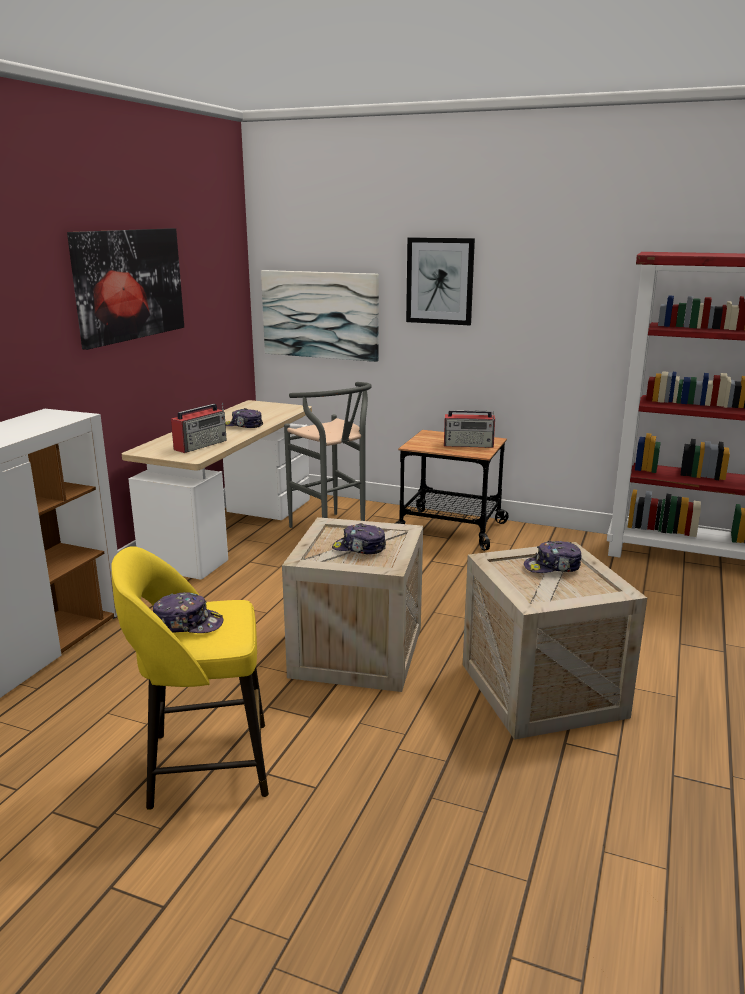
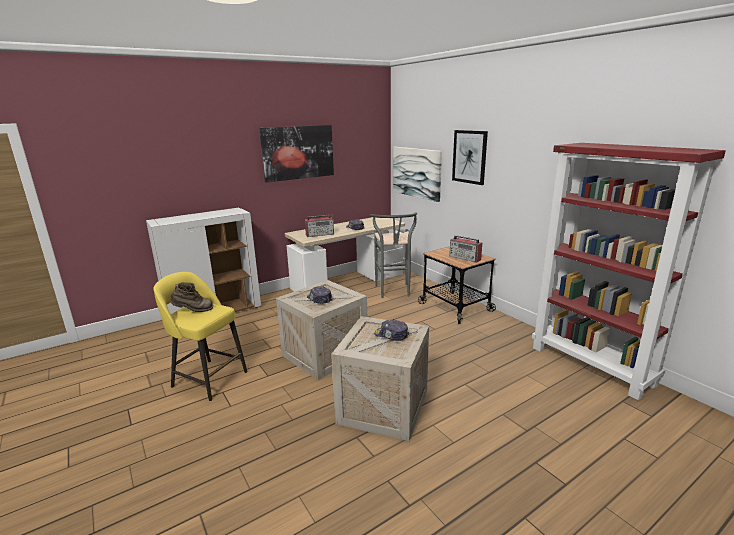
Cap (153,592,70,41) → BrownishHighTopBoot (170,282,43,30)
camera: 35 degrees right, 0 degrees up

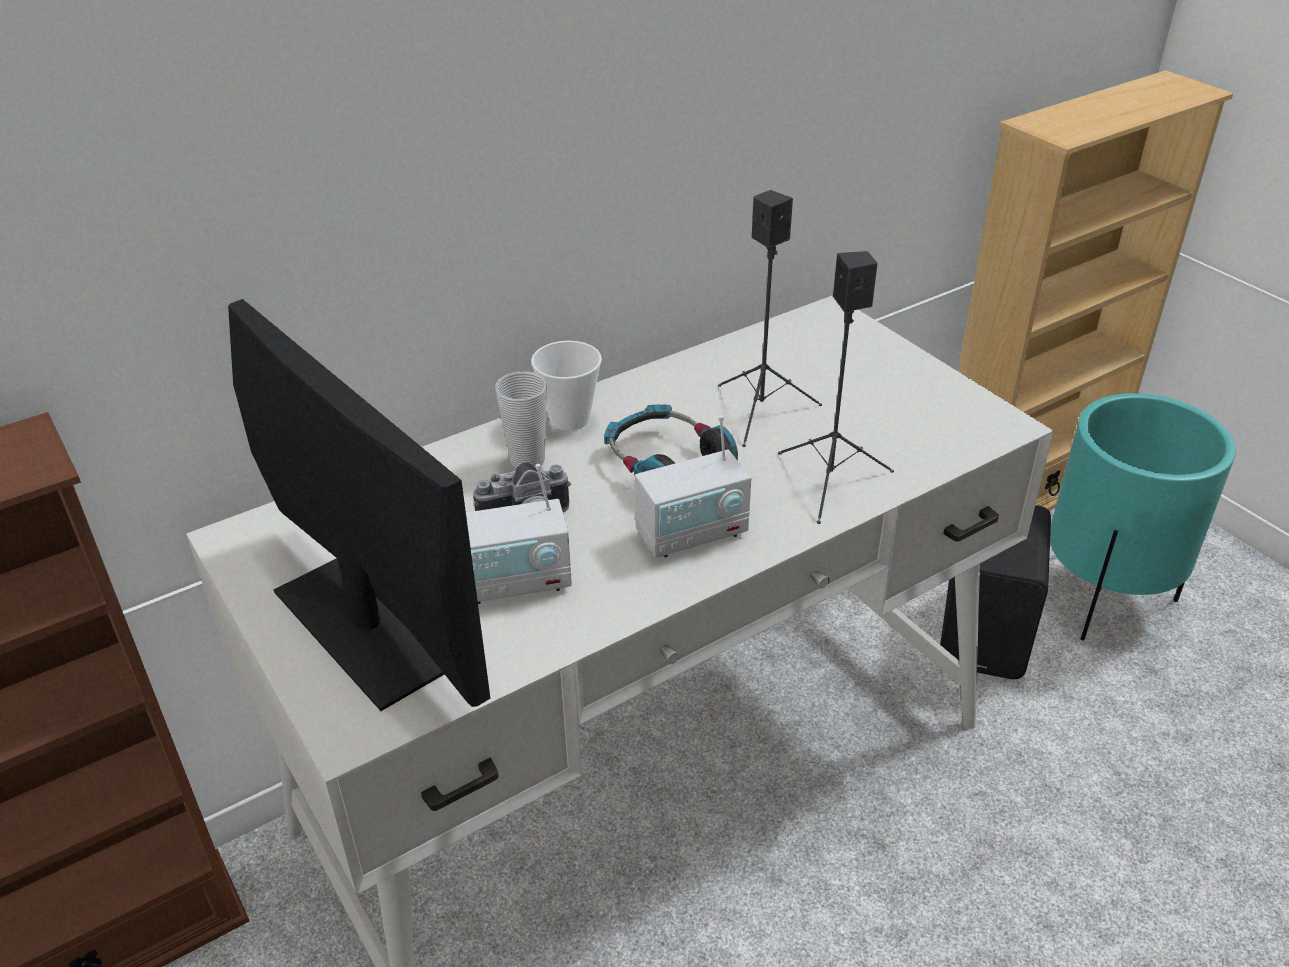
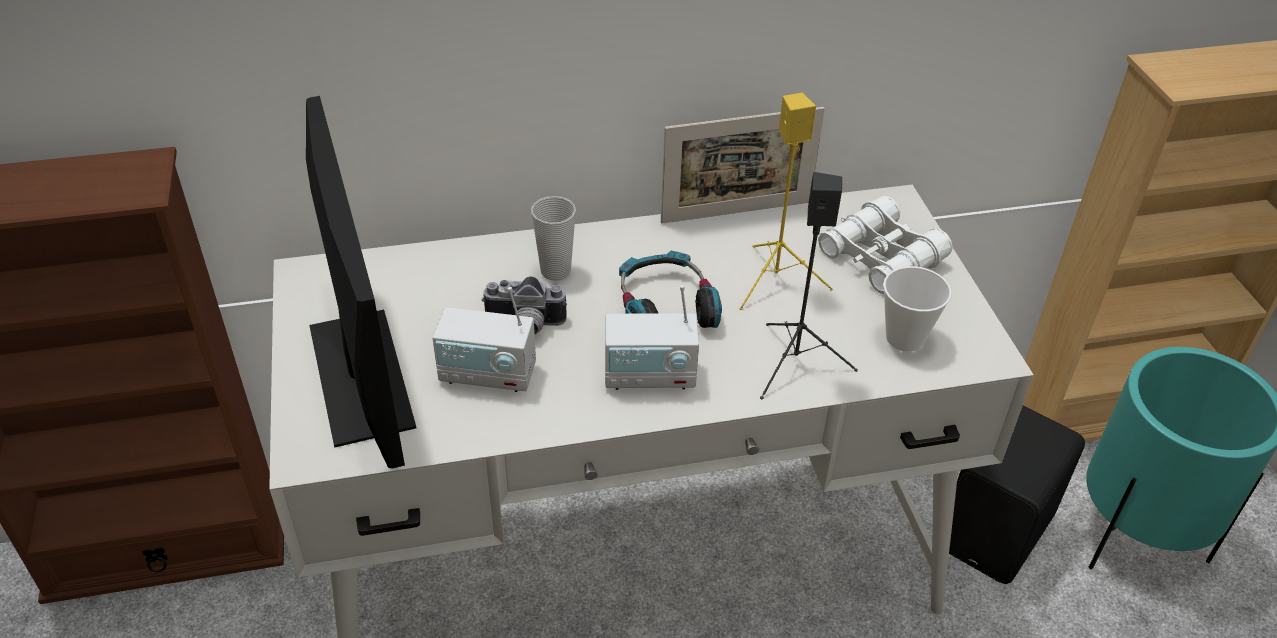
SmallCup (531,341,71,90) → SmallCup (883,266,69,86), move
BlackAudioSpeaker (718,190,104,257) → YellowAudioSpeaker (739,93,94,217)
- → PictureFrame (661,107,164,117)
- → WhiteBinoculars (818,196,135,99)
camera: 20 degrees right, 5 degrees up

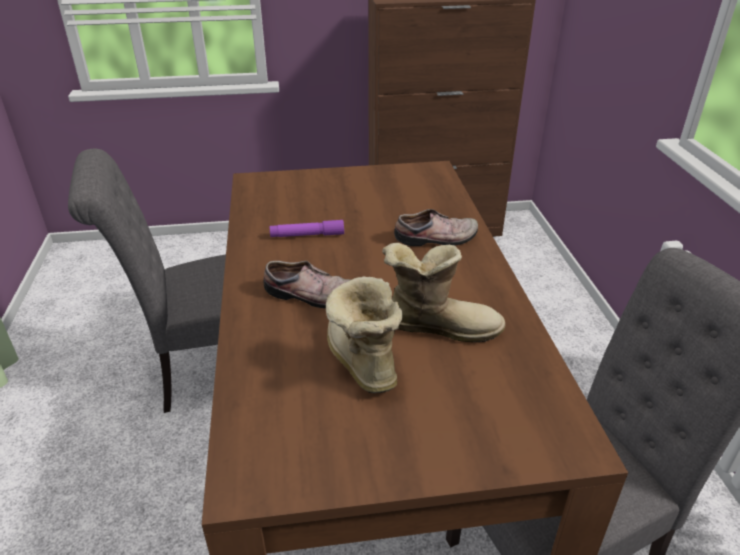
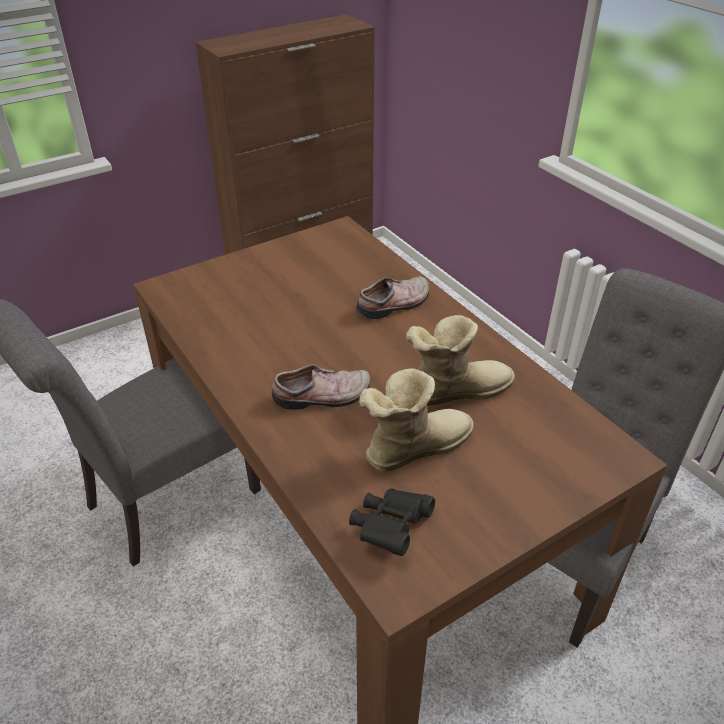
PurplishHandTorch (270,220,74,17) → -
HighTopBoot (326,276,77,117) → HighTopBoot (359,368,115,104), 105 degrees clockwise
- → BlackBinoculars (349,489,86,67)
camera: 25 degrees left, 5 degrees up

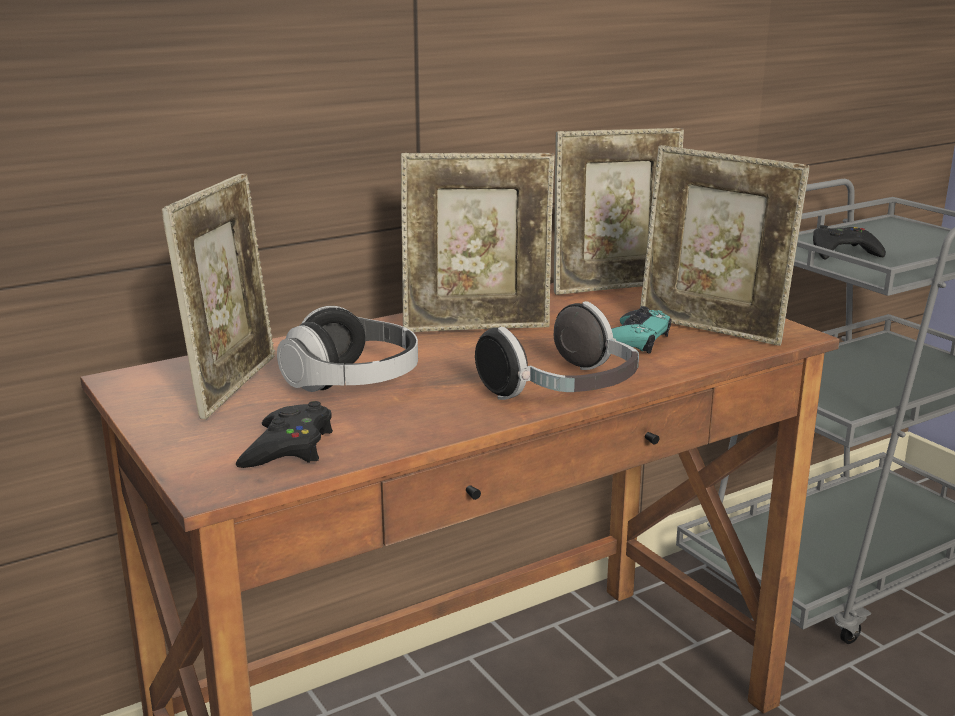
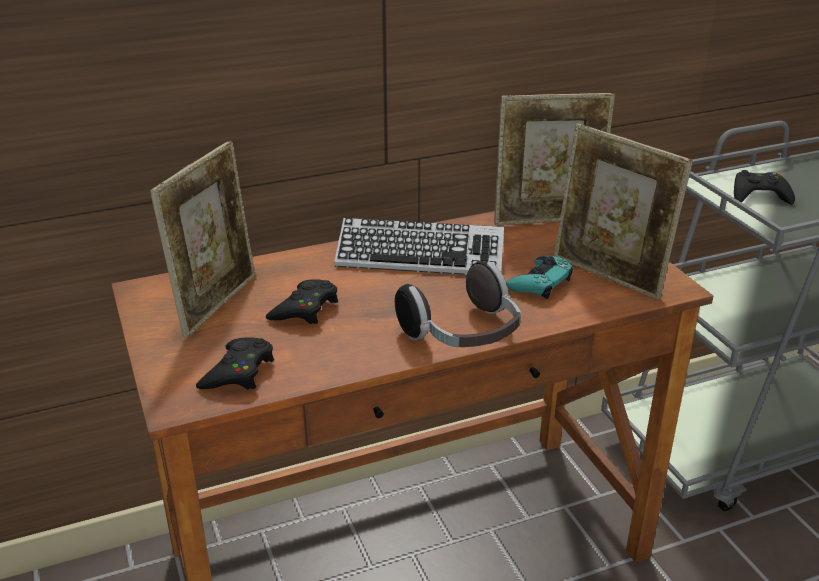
Headphones (277,306,141,86) → BlackJoypad (266,279,72,45)
PictureFrame (401,153,154,179) → ComputerKeyboard (334,218,170,57)
camera: 10 degrees right, 10 degrees up

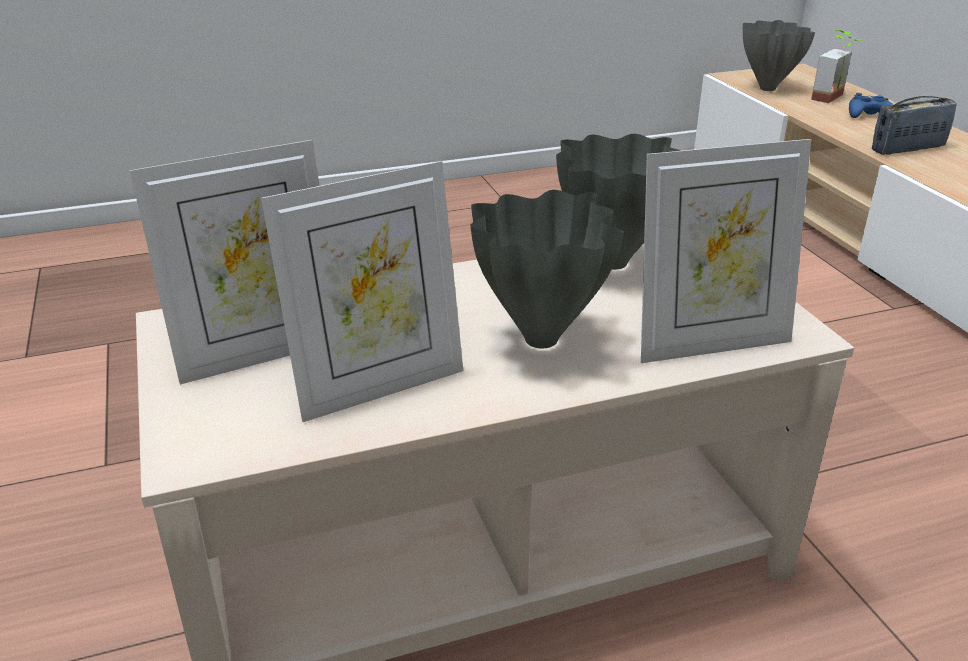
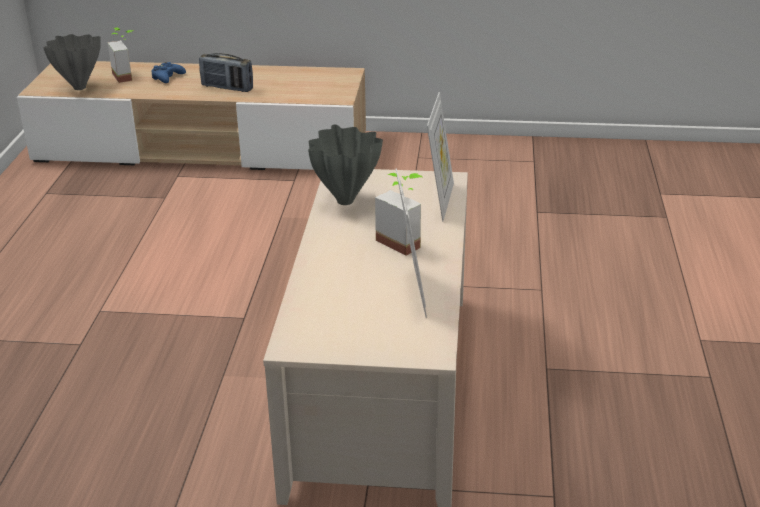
PictureFrame (130,140,190,245) → -
GreyishFlowerVase (470,190,154,158) → PlantInAPot (375,173,49,83)
RadioReceiver (872,96,85,59) → RadioReceiver (199,53,54,39), 75 degrees counterclockwise
camera: 65 degrees left, 0 degrees up

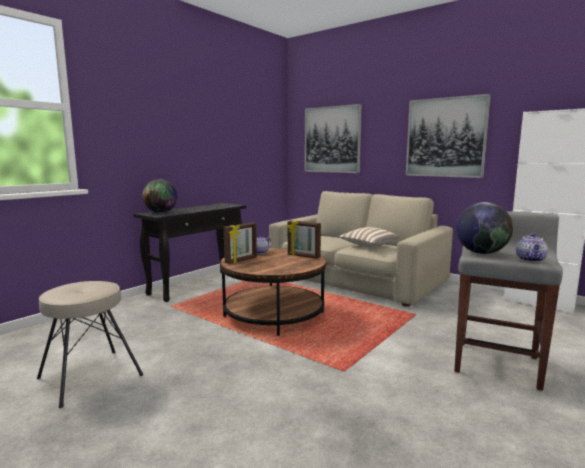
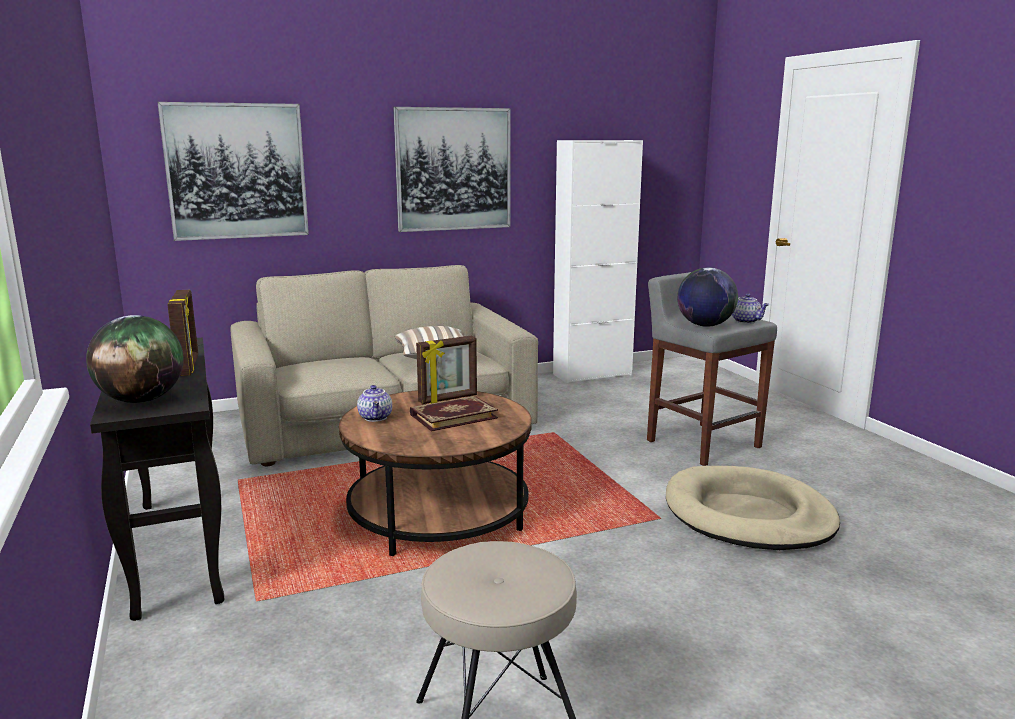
PictureFrame (224,223,33,41) → PictureFrame (167,290,31,86), move
- → Volume (410,396,88,36)
- → BeigeDogCushion (666,466,174,84)
camera: 60 degrees left, 5 degrees up

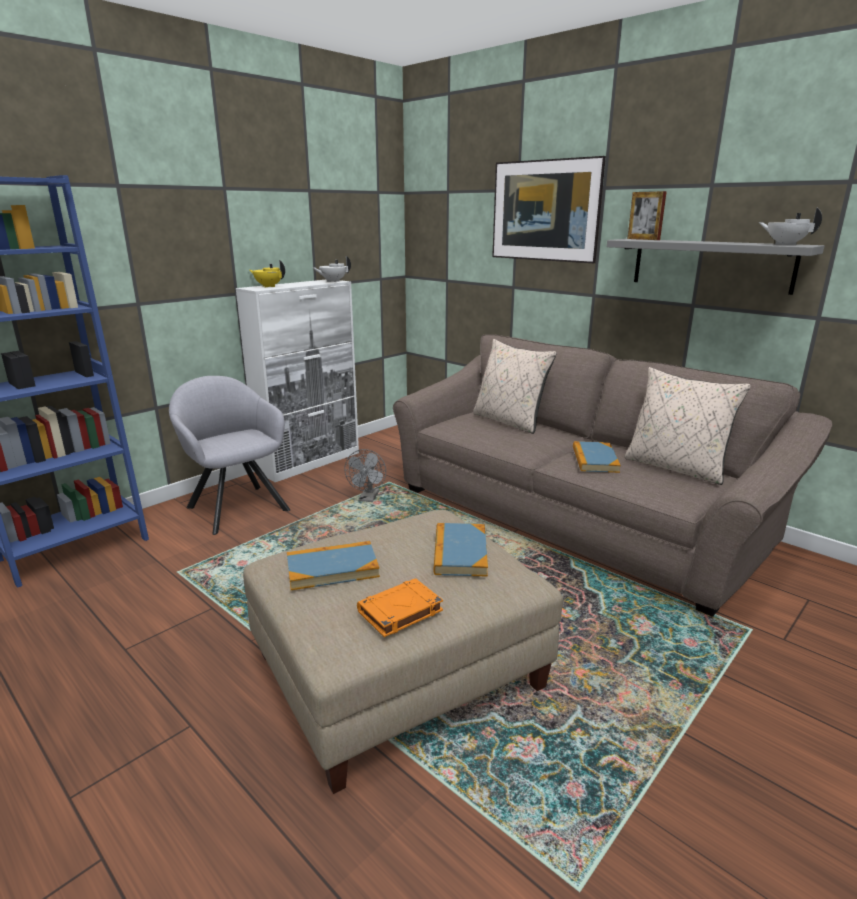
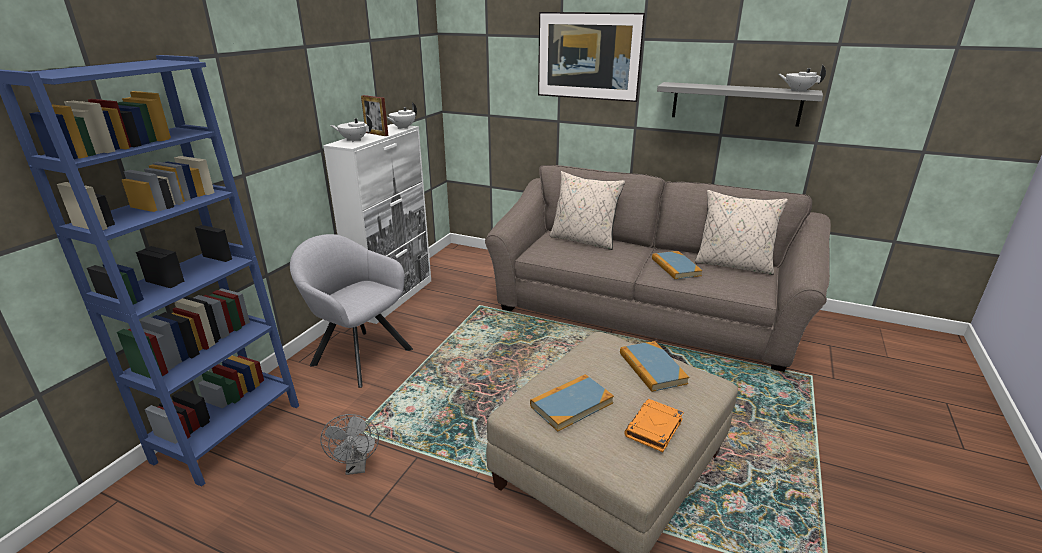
YellowTeapot (249,260,36,27) → WhiteTeapot (330,115,42,27)
GreyishElectricFan (344,449,42,53) → GreyishElectricFan (321,414,58,61), move
PictureFrame (628,191,39,49) → PictureFrame (361,95,28,41), move
camera: 20 degrees left, 5 degrees up

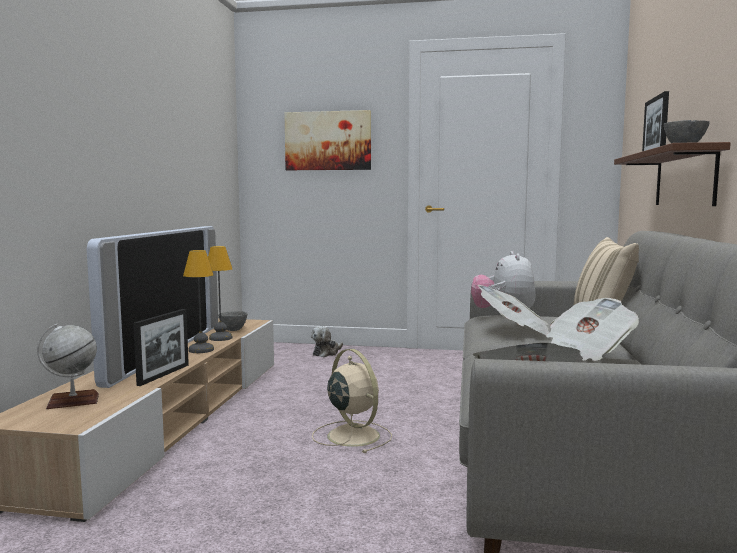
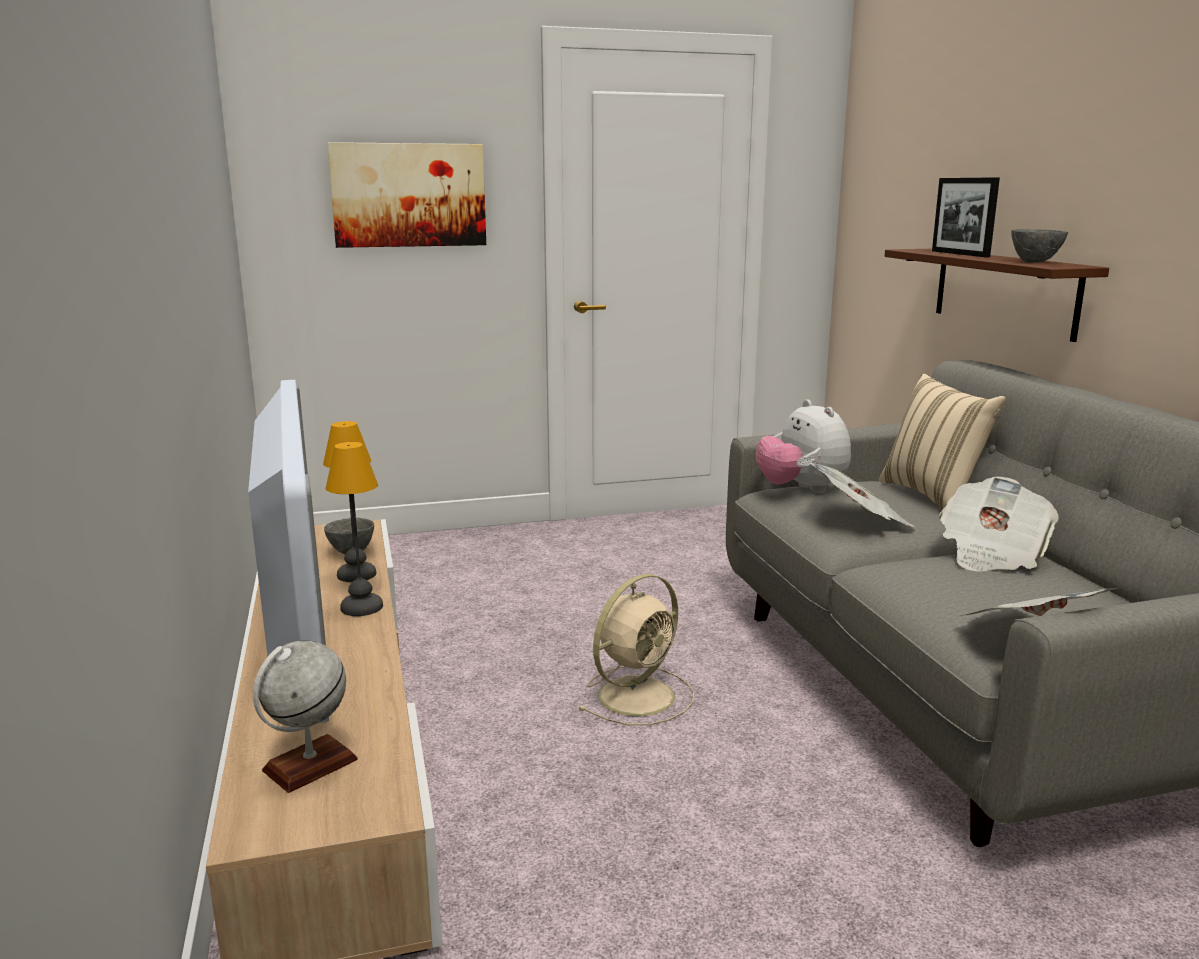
PictureFrame (133,309,56,77) → -
SoftToy (311,326,32,31) → -
BeigeElectricFan (312,349,80,104) → BeigeElectricFan (578,574,116,151), 105 degrees clockwise
camera: 25 degrees left, 10 degrees up

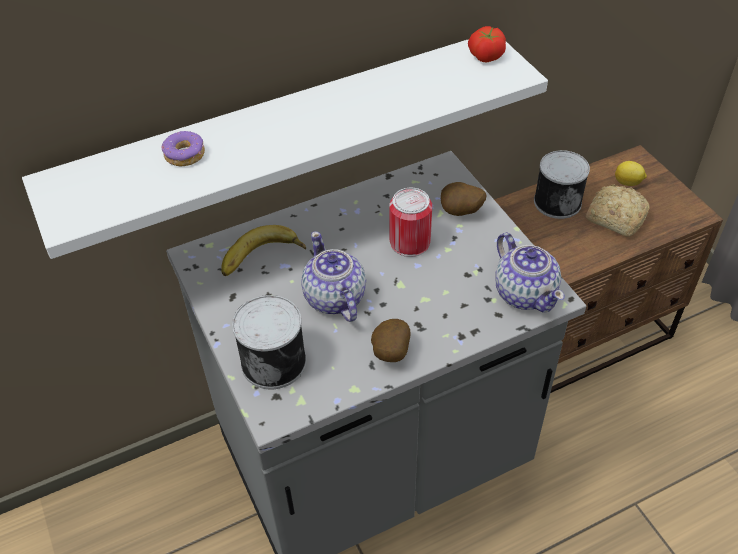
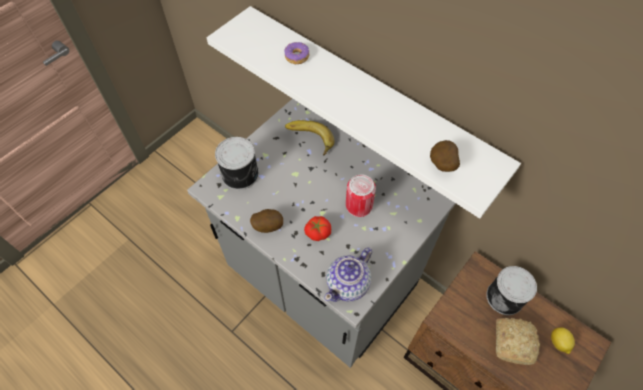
Teapot (301,231,65,91) → -
WholePotato (441,182,45,34) → WholePotato (430,140,30,32), move
Tomato (468,26,38,37) → Tomato (304,216,27,25), move
camera: 65 degrees right, 10 degrees up

